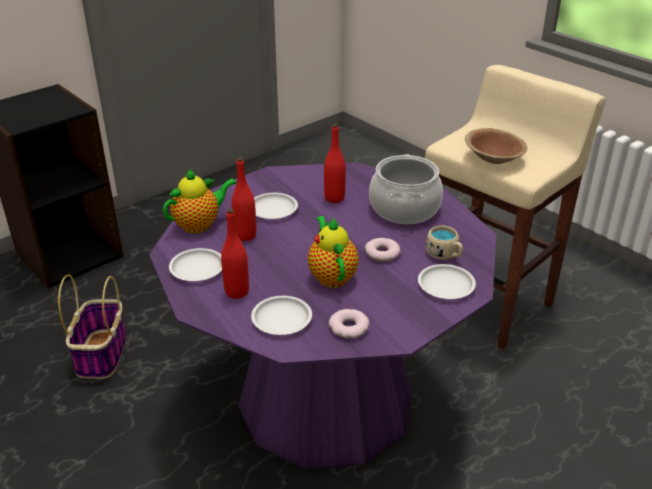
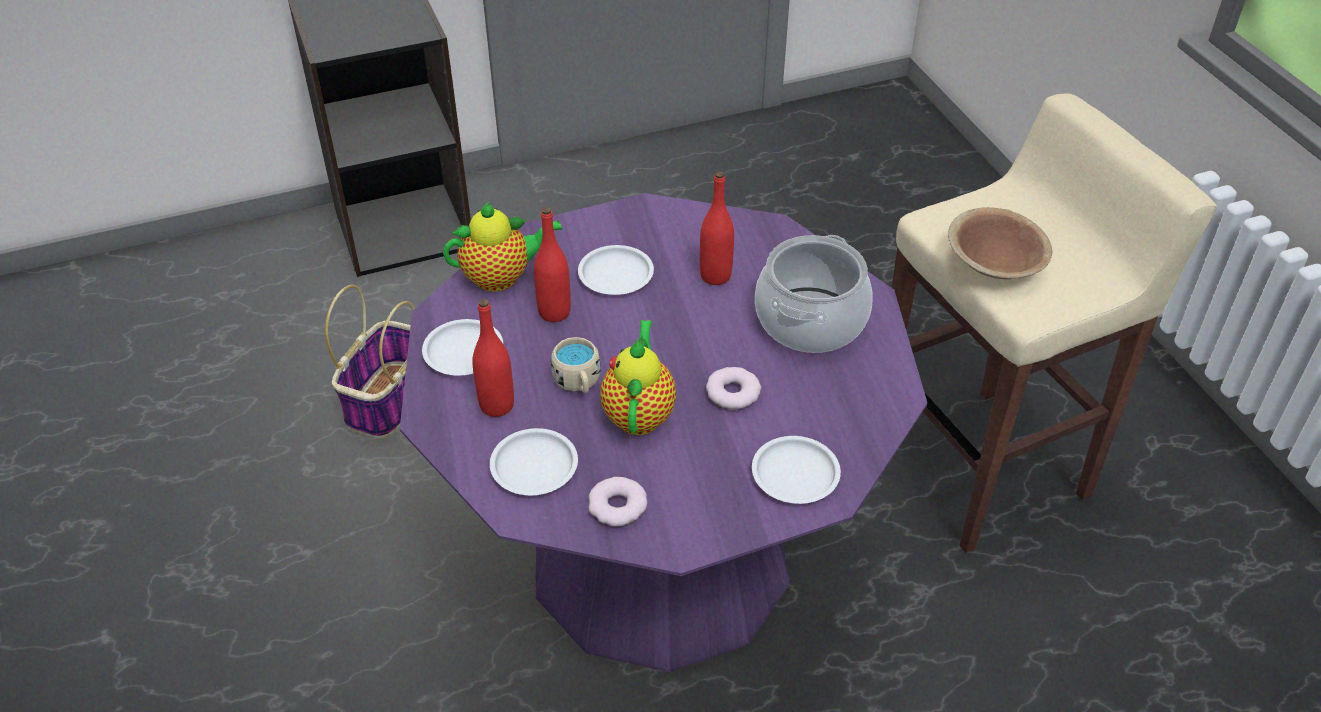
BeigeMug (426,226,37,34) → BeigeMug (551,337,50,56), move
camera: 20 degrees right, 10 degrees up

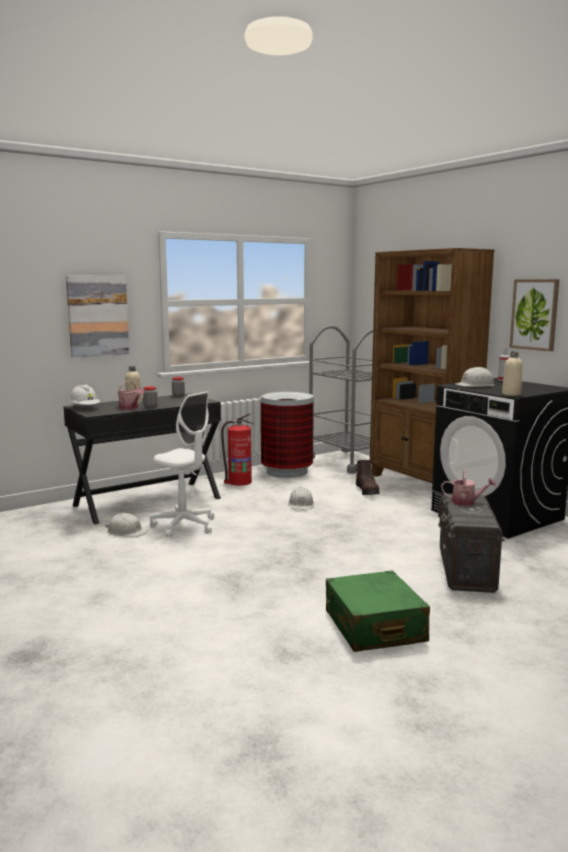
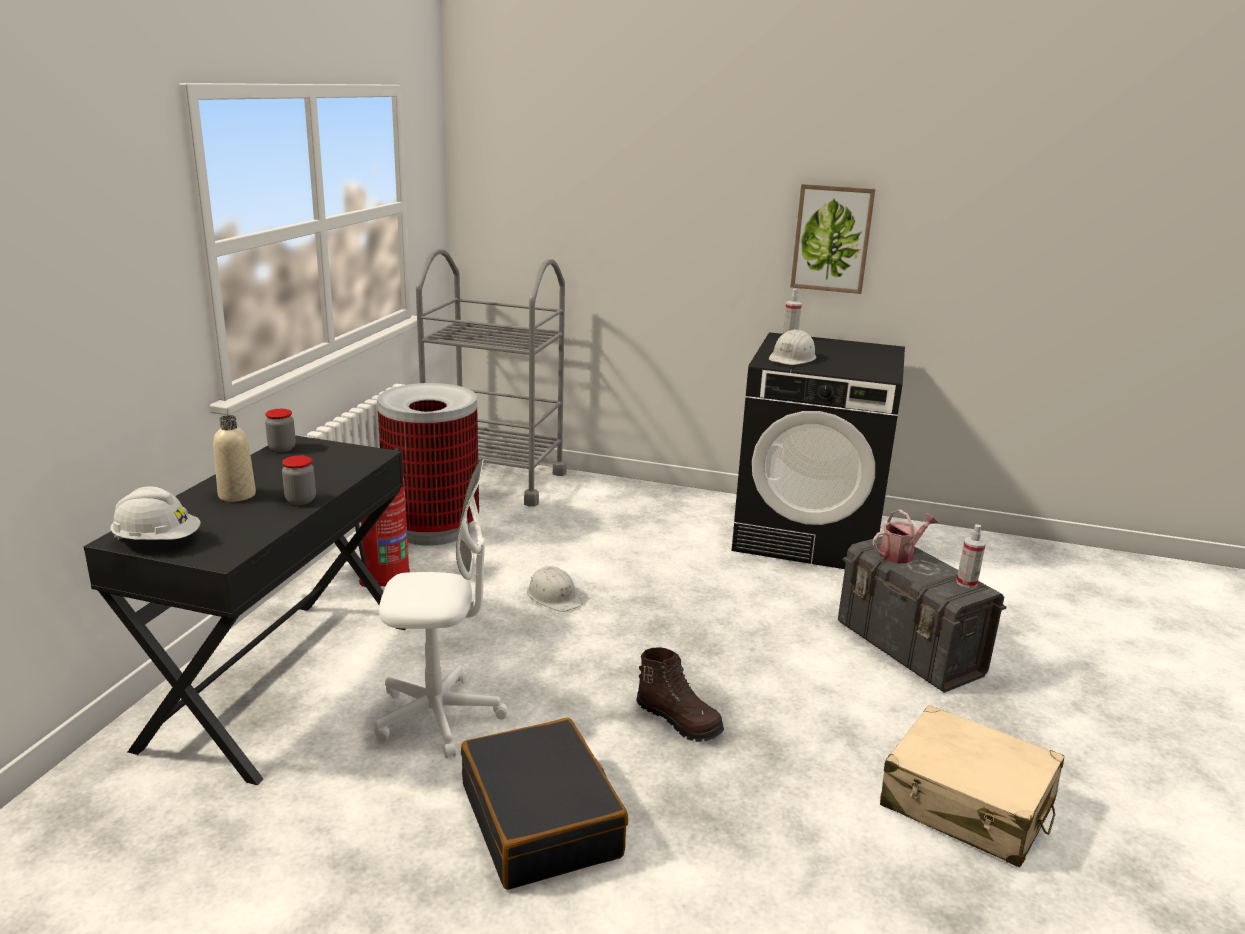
WallPicture (66,275,64,82) → -
WhiteWorkHelmet (106,513,42,23) → -
WateringPot (118,381,26,29) → -
GreenPieceOfLuggage (326,570,104,82) → BeigePieceOfLuggage (880,705,184,163)
BrownishHighTopBoot (356,460,24,35) → BrownishHighTopBoot (636,647,88,95), move
BrownishBookcase (370,248,124,235) → -
BeigeBottle (502,352,20,44) → -
- → BlackPieceOfLuggage (461,718,167,172)
- → Sprayer (956,524,30,64)
camera: 40 degrees left, 10 degrees up

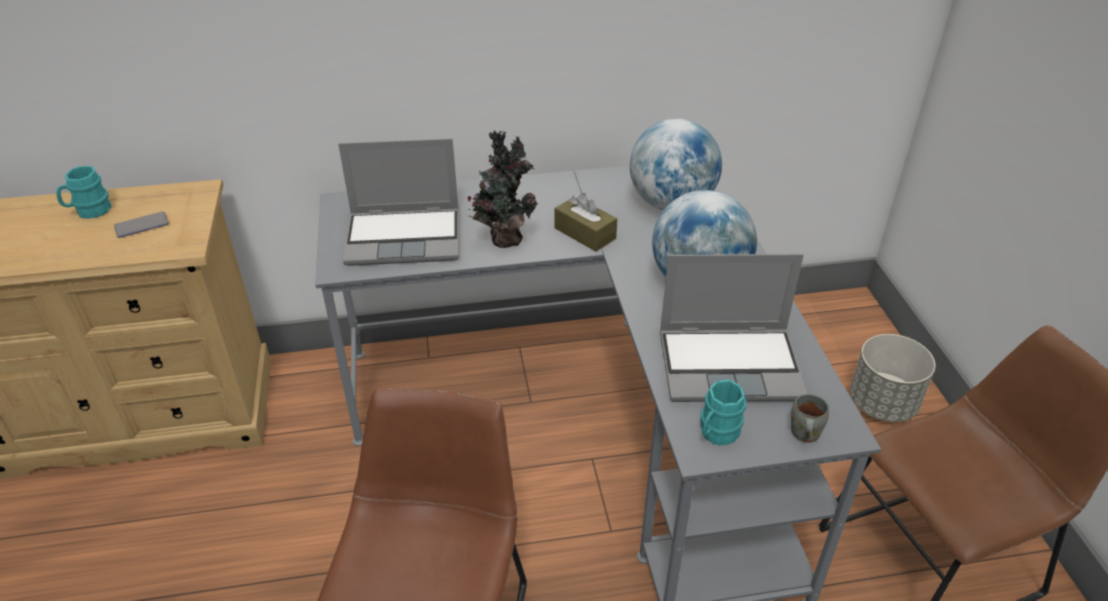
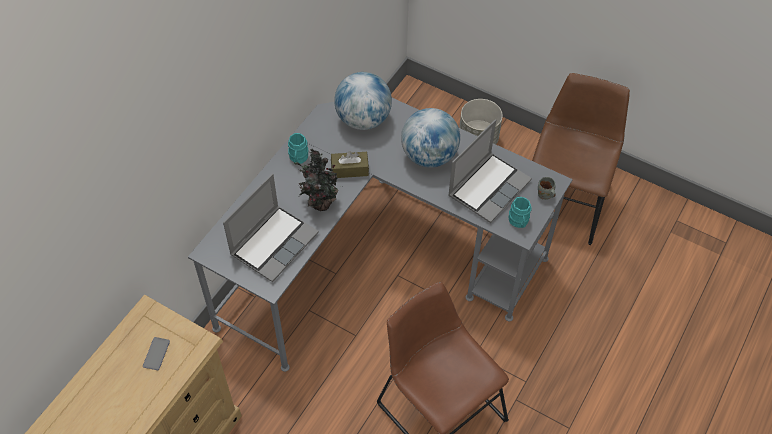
BlueGreenMug (56,166,55,53) → BlueGreenMug (288,133,20,31), move
camera: 50 degrees left, 15 degrees up

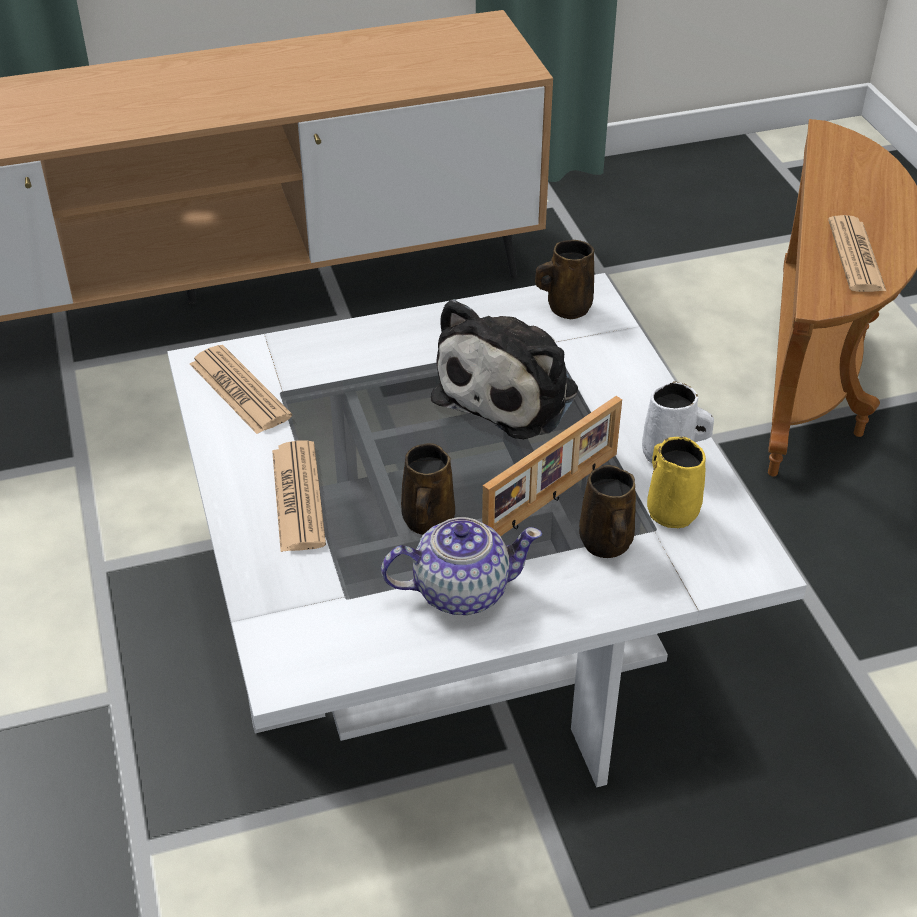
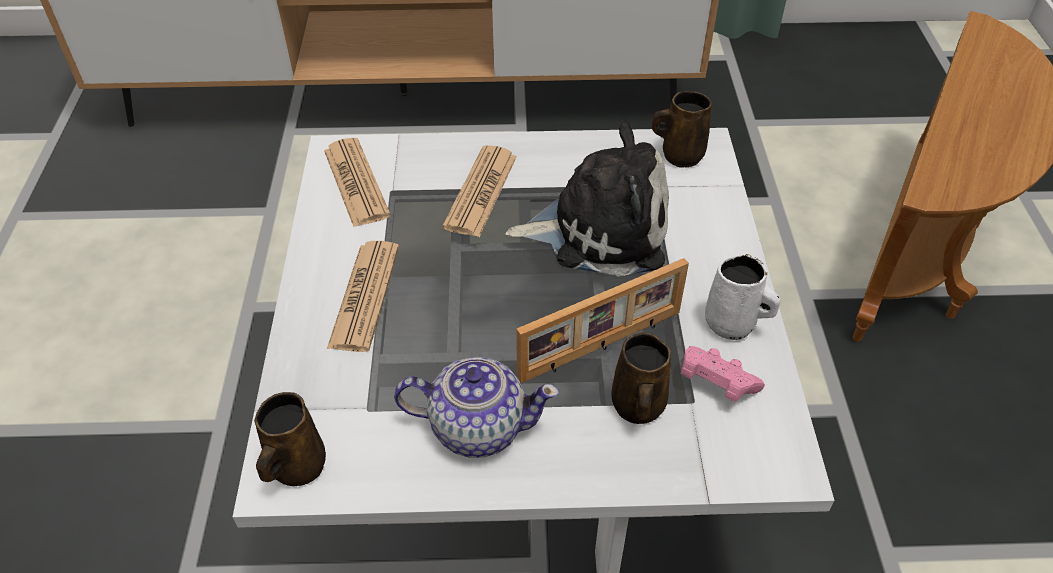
BrownishMug (401,443,54,92) → BrownishMug (254,392,72,94), move
SoftToy (431,299,147,140) → SoftToy (505,121,164,156), 135 degrees counterclockwise
YellowMug (647,437,59,92) → PinkColouredJoypad (681,346,84,56)
PrintedPaper (828,215,59,77) → PrintedPaper (442,145,75,92), move
camera: 15 degrees right, 5 degrees up

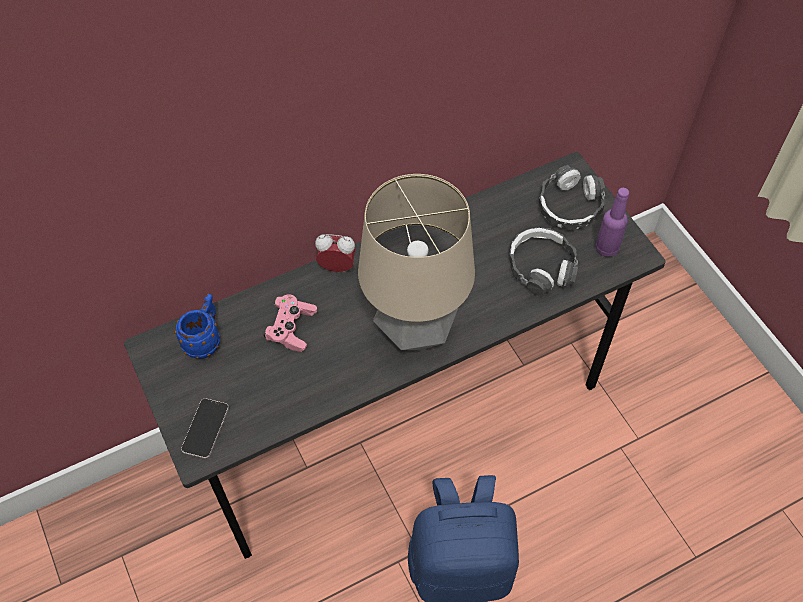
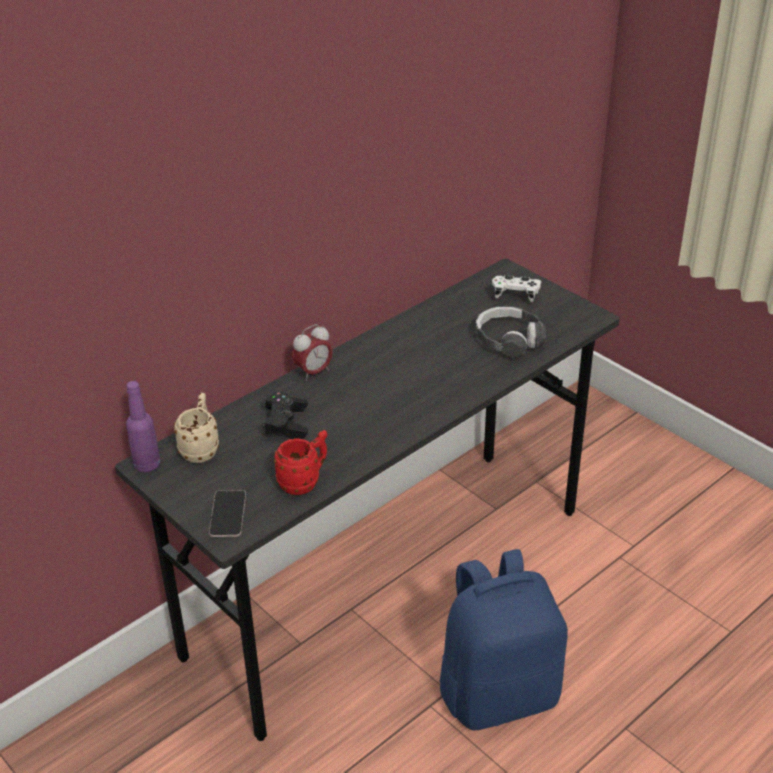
BlueMug (175,294,45,65) → BeigeMug (174,393,45,70)
PinkColouredJoypad (264,294,53,58) → BlackJoypad (263,391,45,48)
BedsideClock (315,234,41,38) → BedsideClock (292,324,41,57), 150 degrees clockwise
TabletopLamp (358,174,117,177) → -
Headphones (539,165,66,65) → WhiteJoypad (492,274,50,28)
PurplishBottle (595,188,34,69) → PurplishBottle (126,381,34,92), move
- → RedColouredMug (274,430,53,65)
camera: 15 degrees left, 20 degrees down

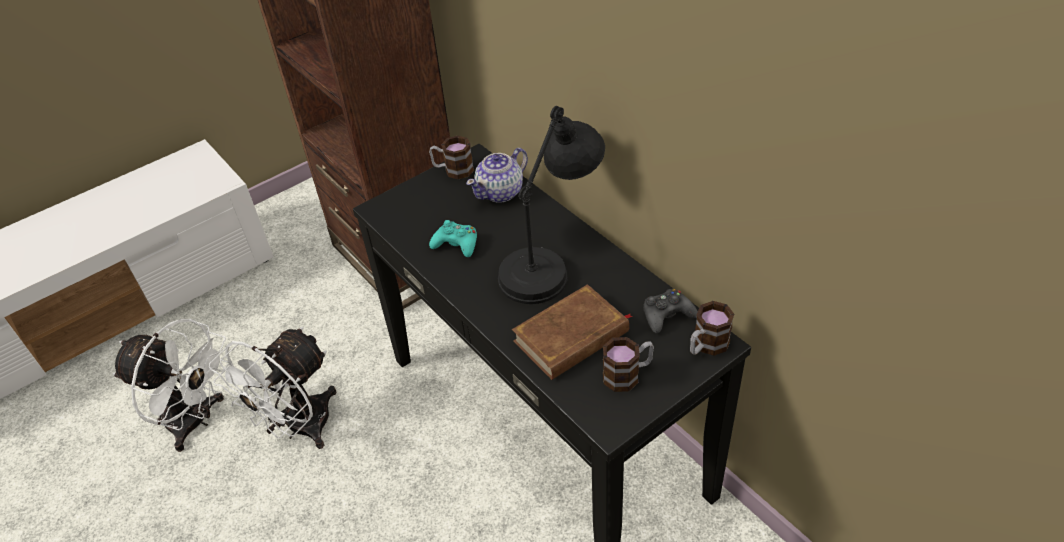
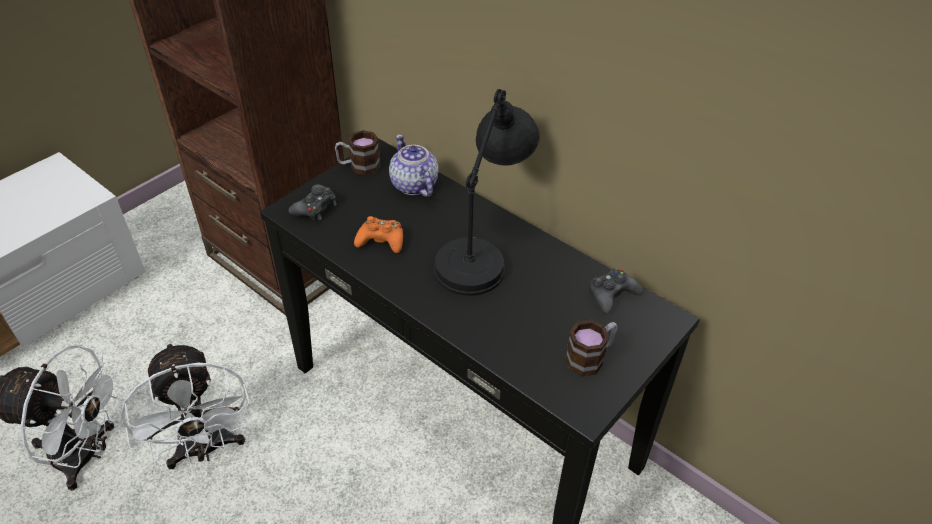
WhiteElectricFan (209,327,128,122) → WhiteElectricFan (121,342,129,127), 45 degrees counterclockwise
BlueGreenJoypad (429,220,48,37) → OrangeColouredJoypad (354,216,49,37)
Teapot (466,148,62,55) → Teapot (389,134,50,63), 120 degrees clockwise
BrownishVolume (512,284,121,96) → -
Mug (690,301,44,55) → -
- → BlackJoypad (288,184,49,36)
camera: 15 degrees left, 0 degrees up

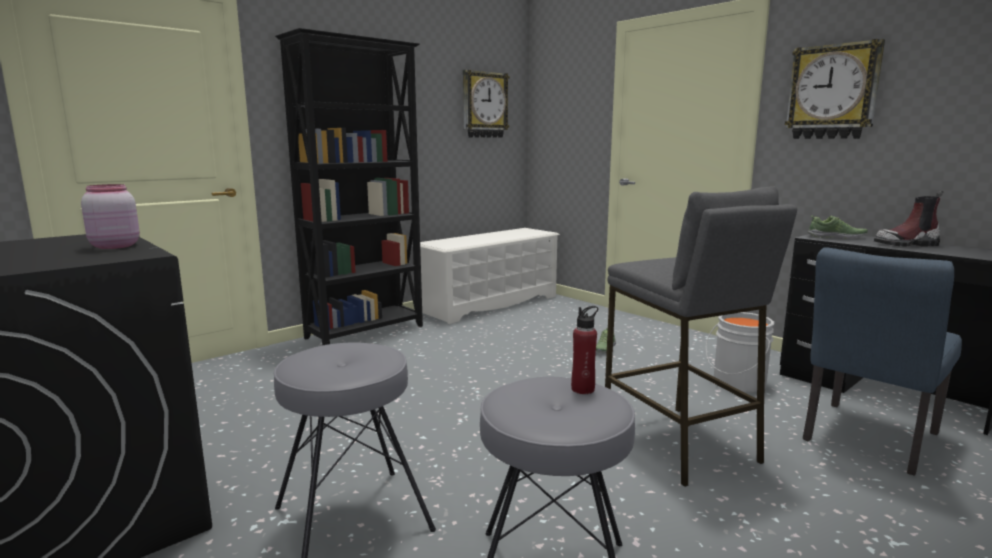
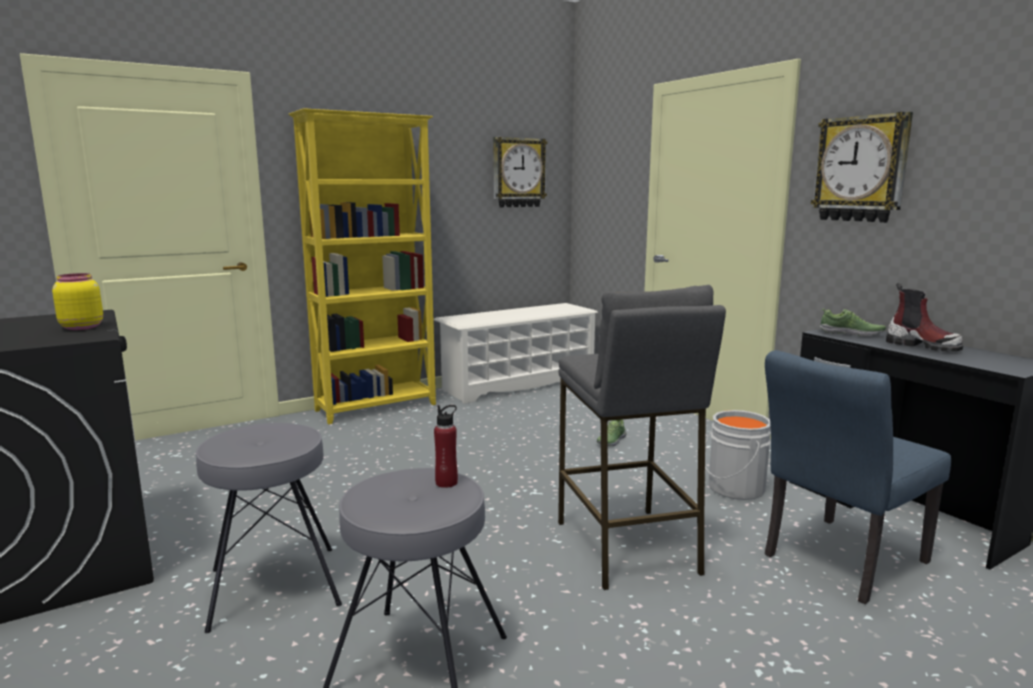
PinkColouredPreserveJar (81,184,59,65) → YellowPreserveJar (52,273,51,57)
BlackBookcase (275,28,148,317) → YellowBookcase (289,108,147,317)
HighTopBoot (874,191,70,56) → HighTopBoot (886,283,77,69), 135 degrees counterclockwise
camera: 10 degrees right, 0 degrees up

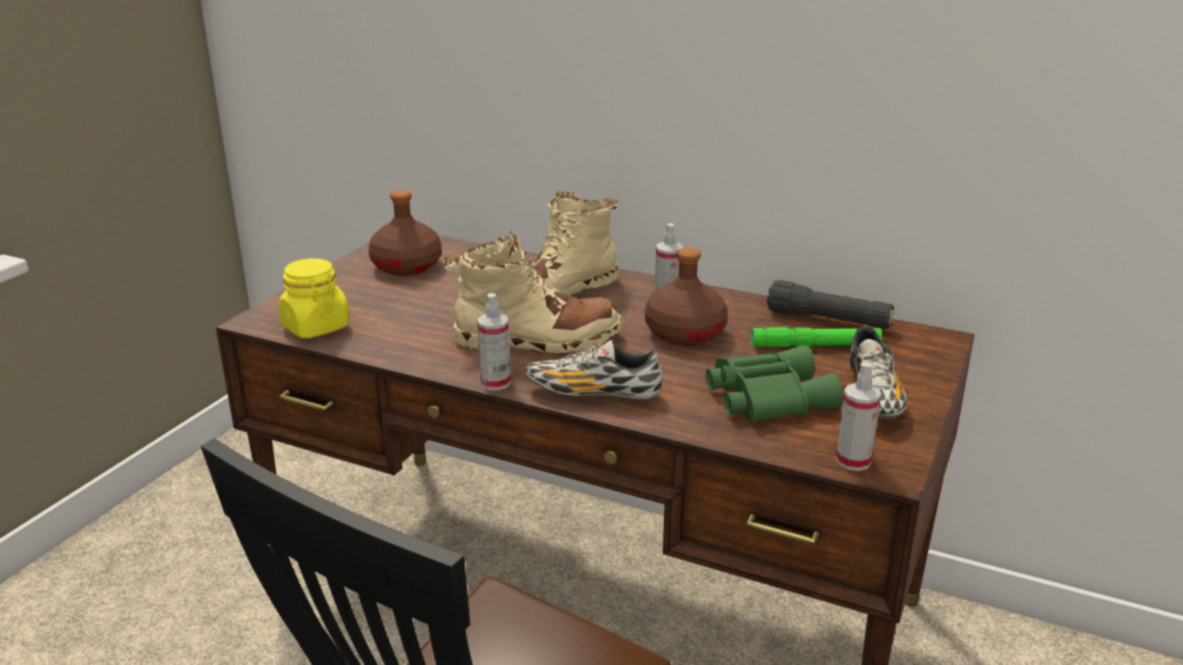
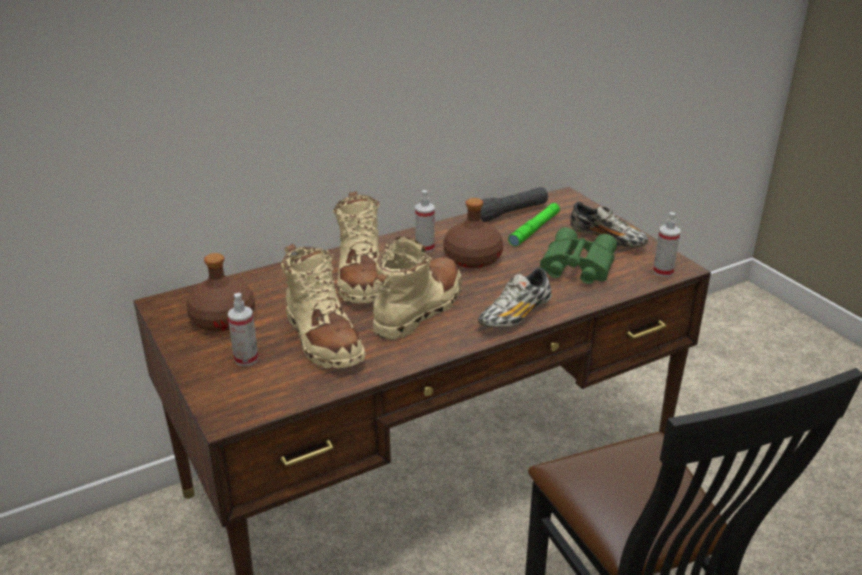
YellowPreserveJar (278,258,72,80) → -
Sprayer (477,293,34,97) → Sprayer (227,293,31,73), move
- → BeigeHighTopBoot (281,244,85,124)
camera: 55 degrees left, 5 degrees up

